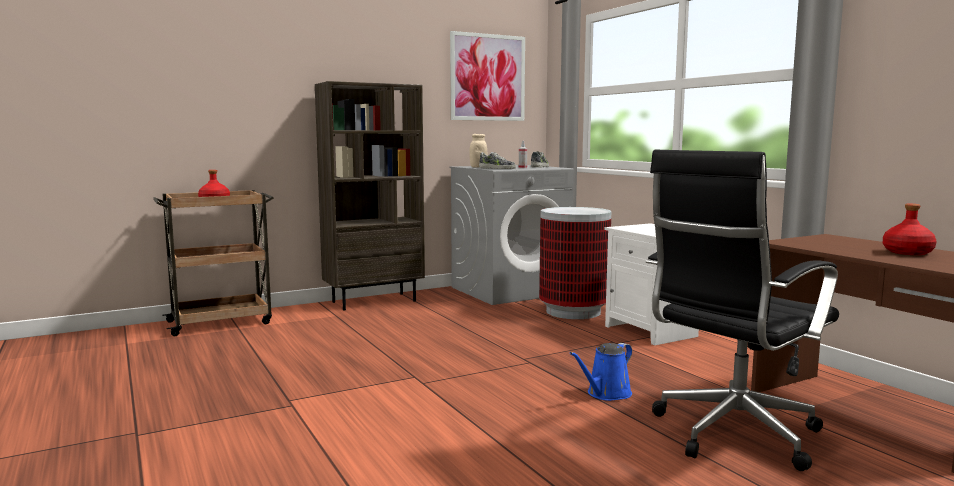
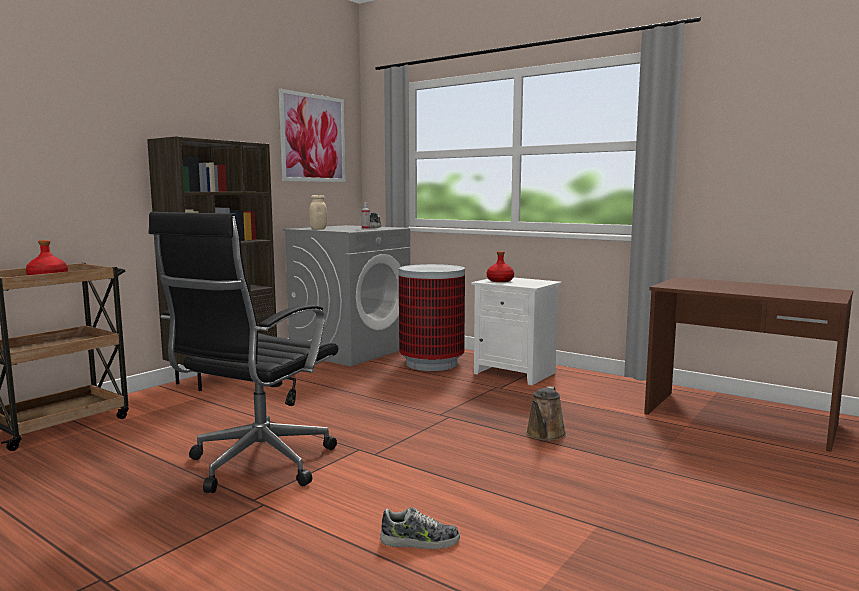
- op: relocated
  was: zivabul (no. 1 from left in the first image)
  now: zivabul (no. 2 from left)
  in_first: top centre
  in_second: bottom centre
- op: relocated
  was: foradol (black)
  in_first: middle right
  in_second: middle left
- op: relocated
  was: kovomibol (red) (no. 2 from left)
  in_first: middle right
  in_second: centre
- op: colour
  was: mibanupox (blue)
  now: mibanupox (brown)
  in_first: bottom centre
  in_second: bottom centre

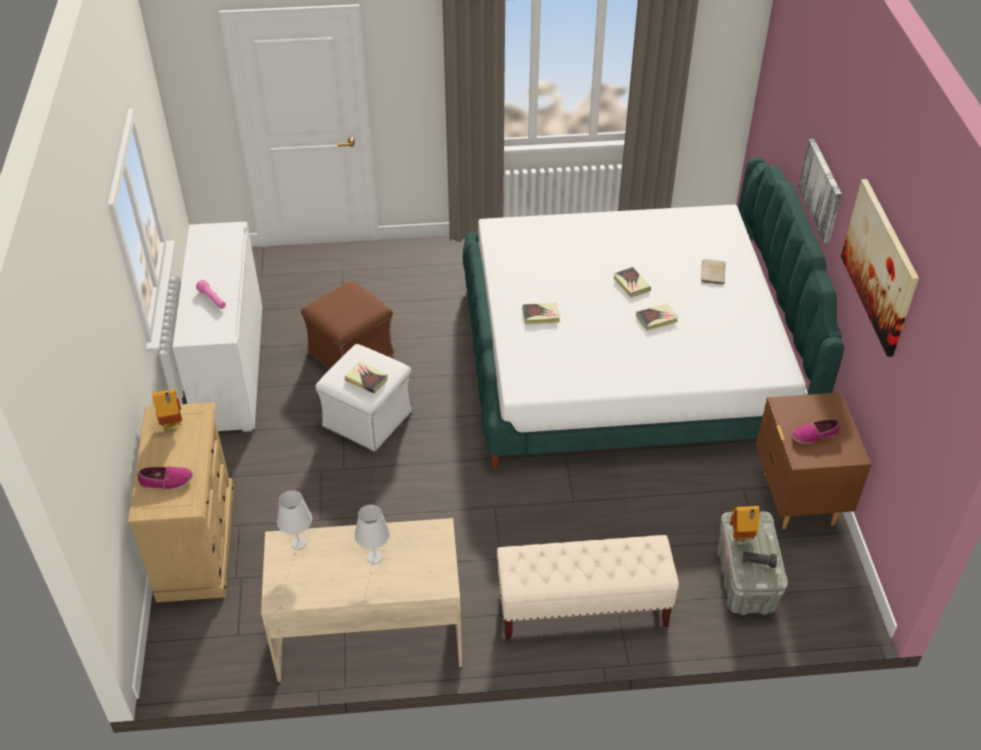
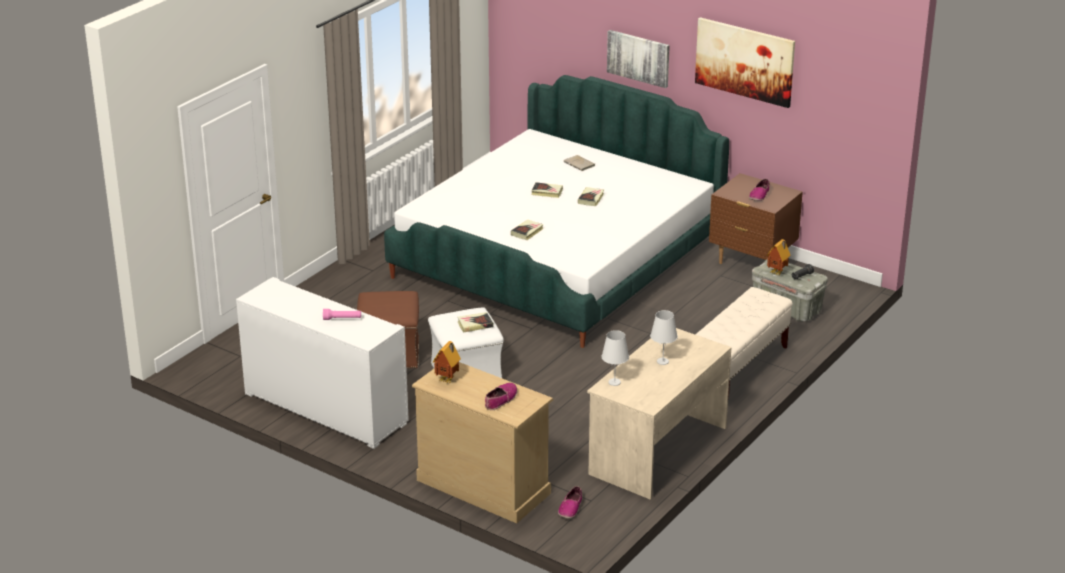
- op: appeared
  now: zivabul (no. 2 from left)
  in_second: bottom centre

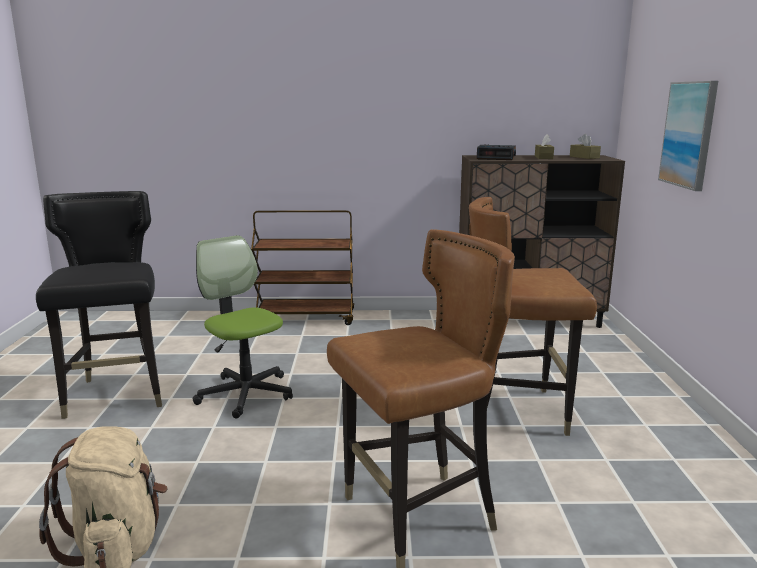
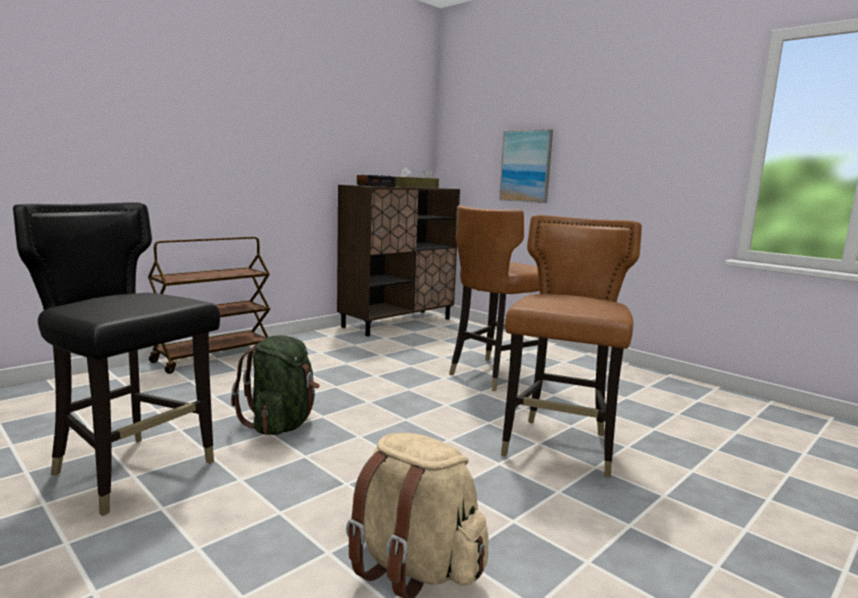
- op: exchanged
  was: foradol
  now: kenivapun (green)
  in_first: middle left
  in_second: middle left

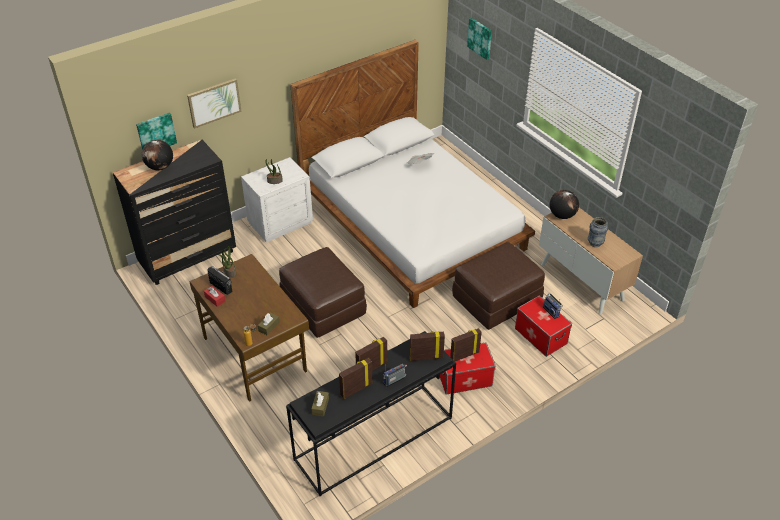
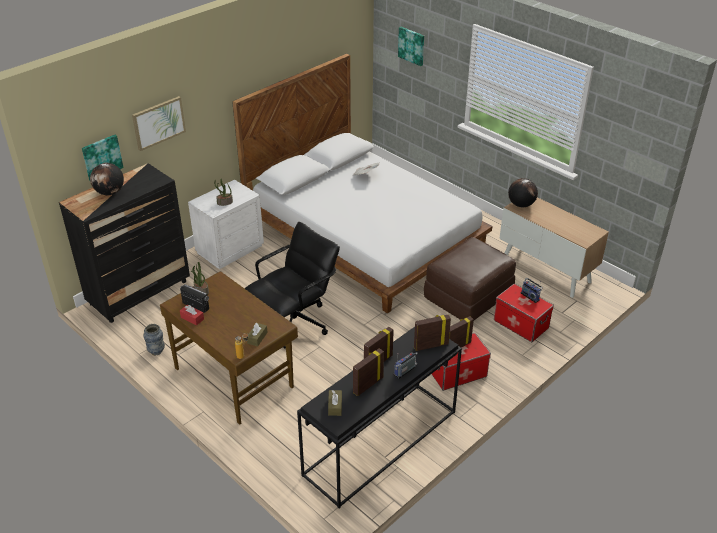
- op: relocated
  was: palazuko
  in_first: middle right
  in_second: middle left
- op: exchanged
  was: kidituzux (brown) (no. 1 from left)
  now: foradol (black)
  in_first: centre
  in_second: centre

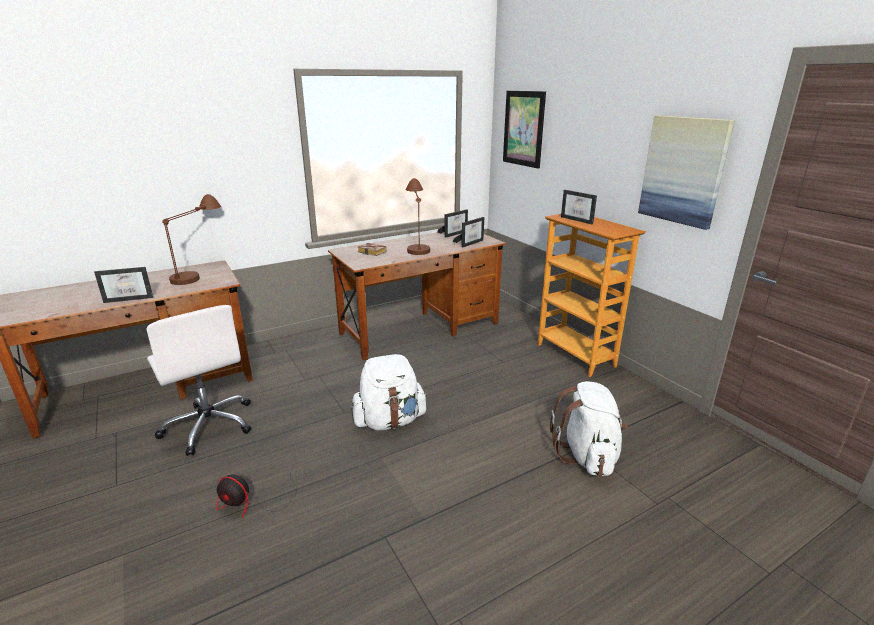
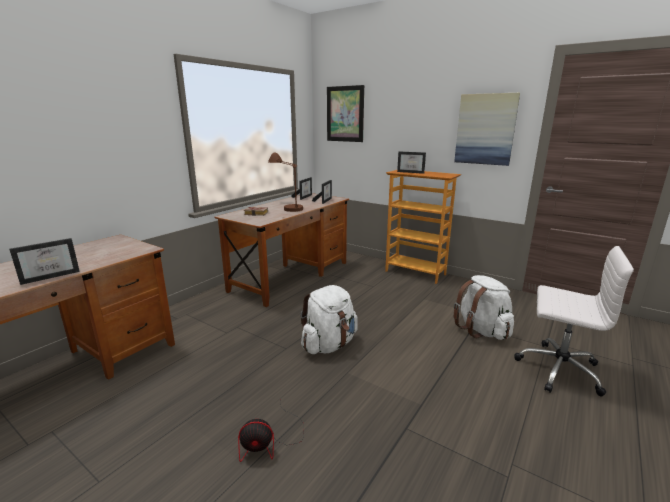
- op: missing
  was: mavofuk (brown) (no. 1 from left)
  in_first: middle left
- op: relocated
  was: foradol (white)
  in_first: middle left
  in_second: middle right

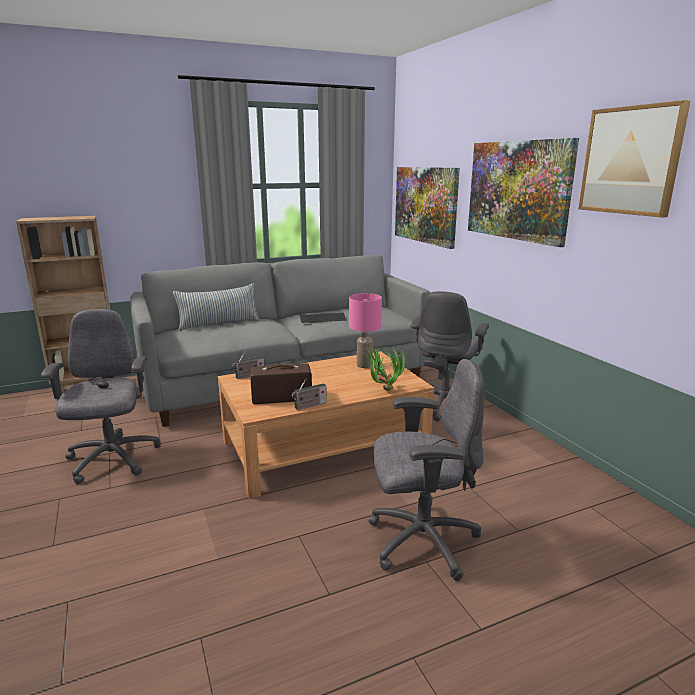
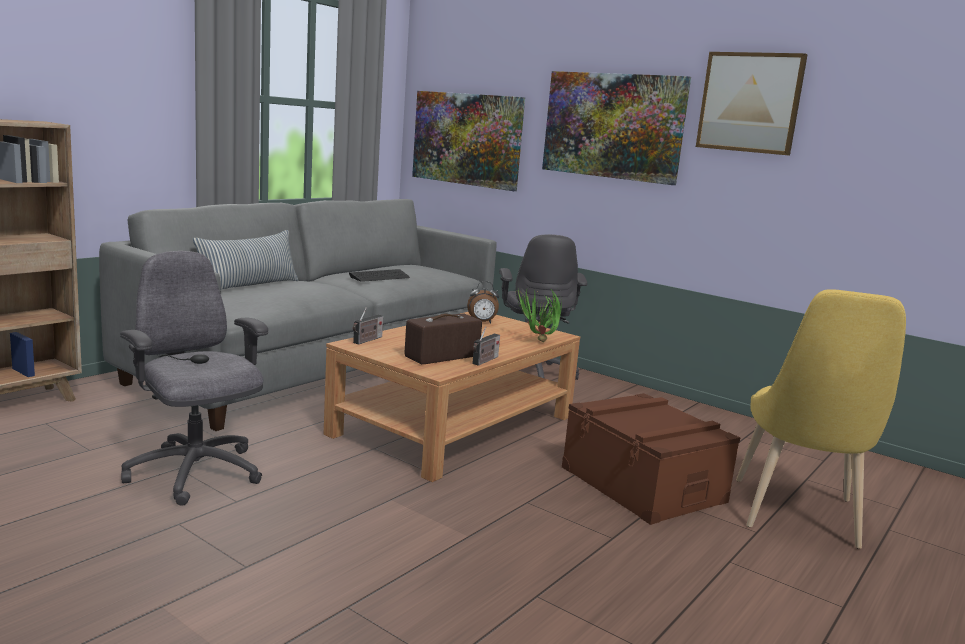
- op: appeared
  now: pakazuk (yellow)
  in_second: middle right
- op: exchanged
  was: mavofuk (pink)
  now: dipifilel
  in_first: centre
  in_second: centre
- op: exchanged
  was: foradol (grey) (no. 2 from left)
  now: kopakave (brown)
  in_first: bottom centre
  in_second: bottom right

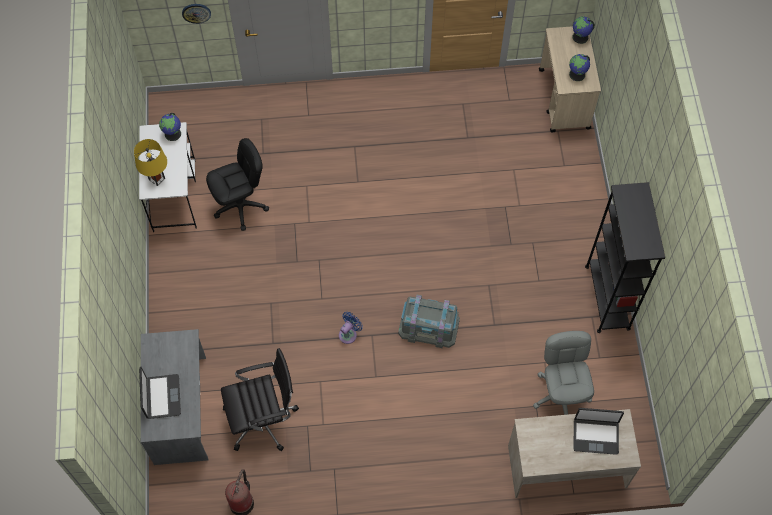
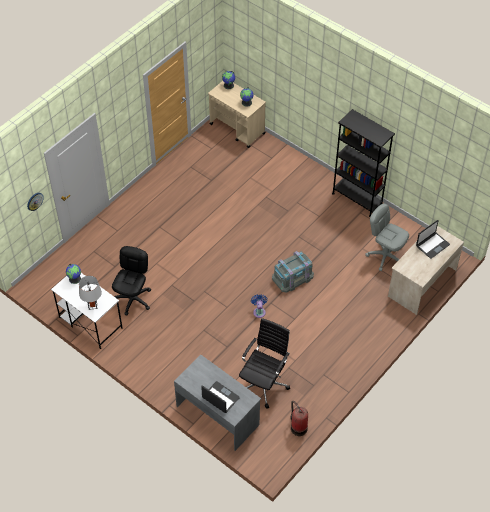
- op: colour
  was: mavofuk (yellow)
  now: mavofuk (grey)
  in_first: top left
  in_second: middle left

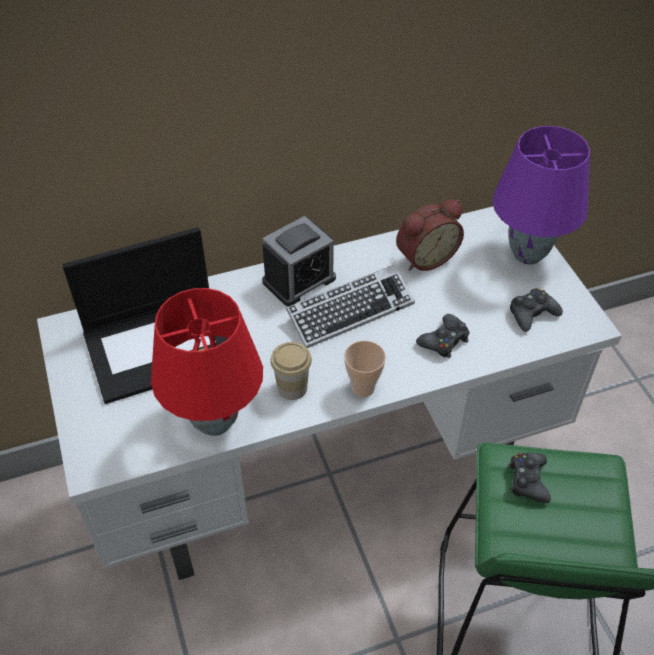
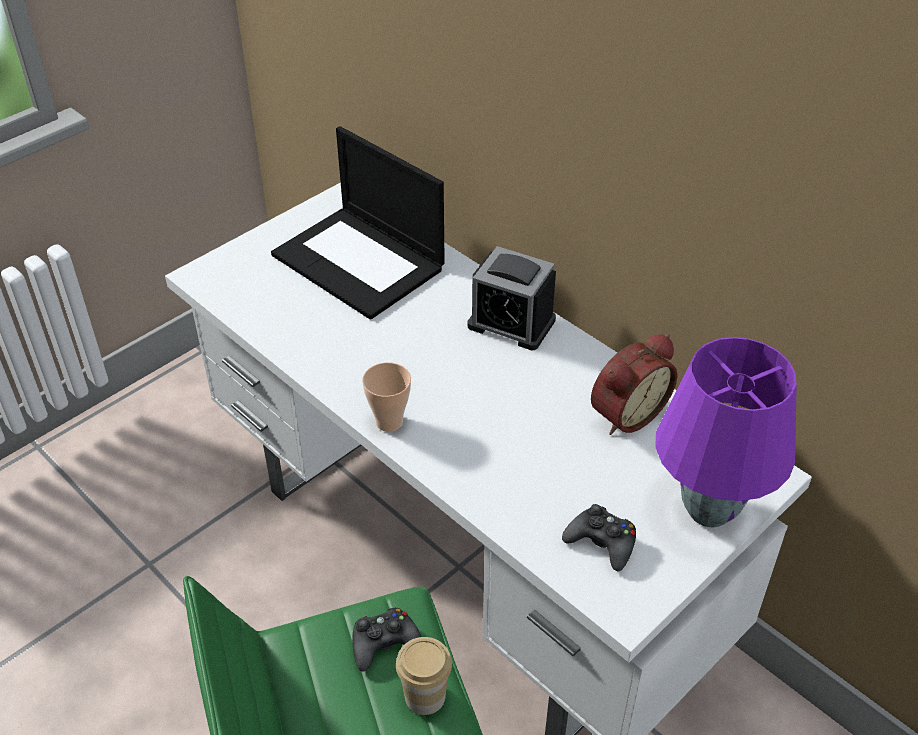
- op: missing
  was: mavofuk (red)
  in_first: middle left
- op: missing
  was: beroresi
  in_first: centre
- op: missing
  was: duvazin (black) (no. 1 from left)
  in_first: middle right
- op: relocated
  was: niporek (no. 1 from left in the first image)
  now: niporek (no. 2 from left)
  in_first: centre
  in_second: bottom centre
- op: spun
  was: dipifilel (no. 2 from left)
  in_first: centre
  in_second: middle right
  clockwise: -75

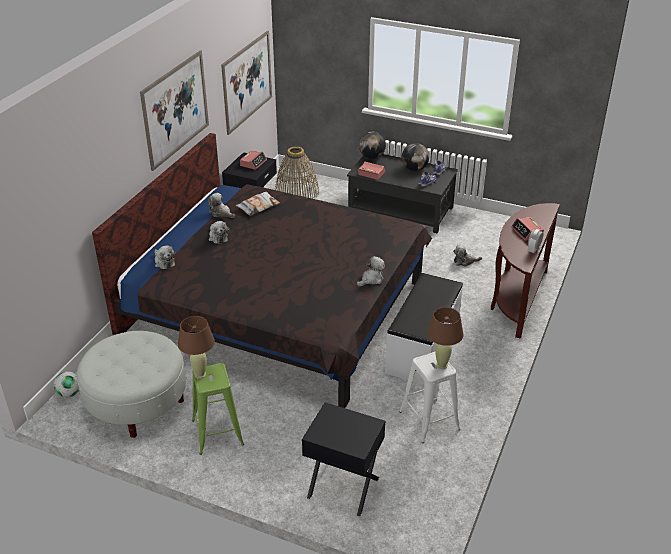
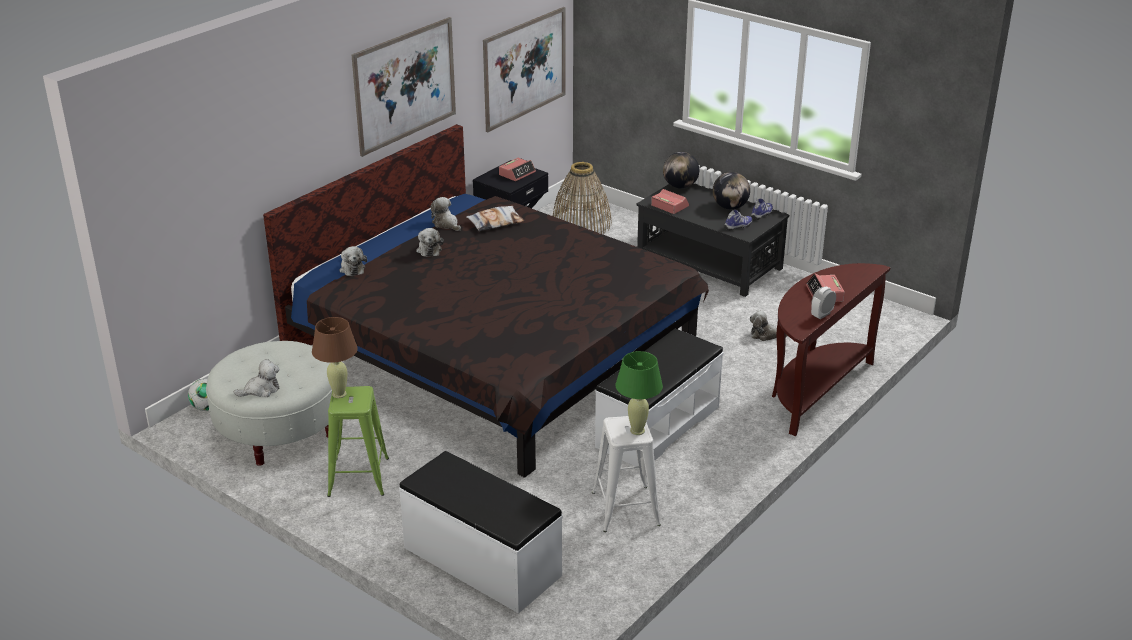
- op: relocated
  was: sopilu (no. 4 from left in the first image)
  now: sopilu (no. 1 from left)
  in_first: centre
  in_second: middle left
- op: exchanged
  was: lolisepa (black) (no. 2 from left)
  now: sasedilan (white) (no. 1 from left)
  in_first: bottom centre
  in_second: bottom centre
- op: colour
  was: mavofuk (brown) (no. 2 from left)
  now: mavofuk (green)
  in_first: centre
  in_second: centre

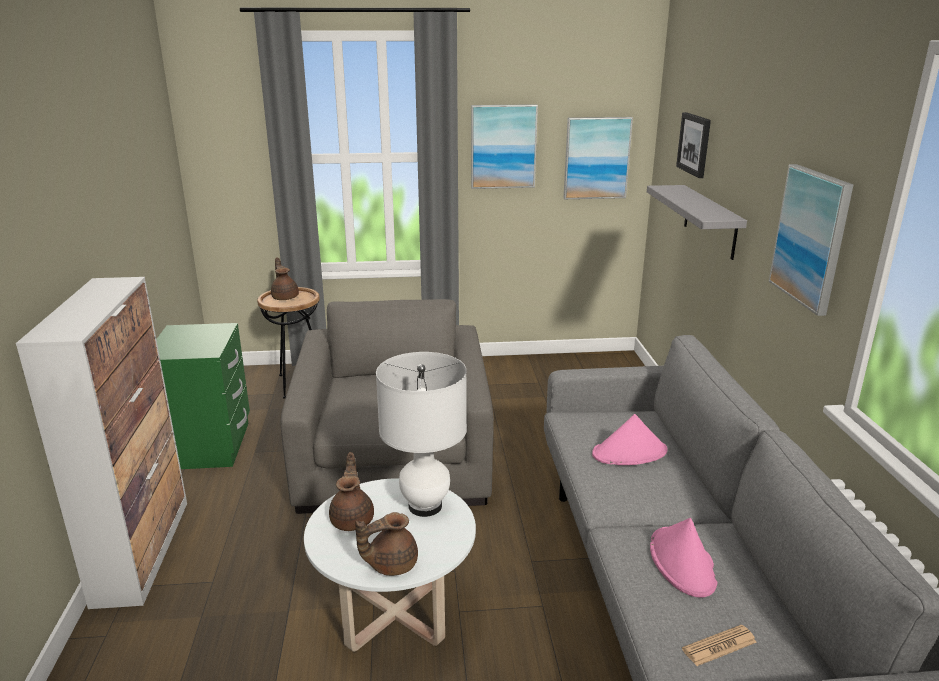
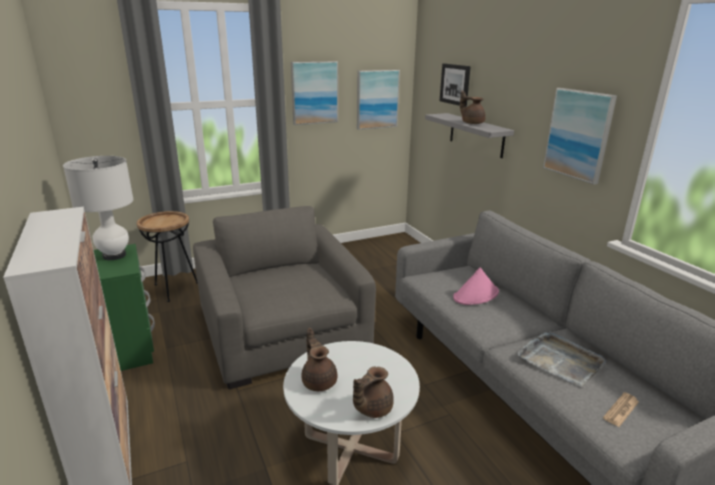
- op: relocated
  was: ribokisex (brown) (no. 1 from left in the first image)
  now: ribokisex (brown) (no. 3 from left)
  in_first: middle left
  in_second: top centre
- op: relocated
  was: mavofuk (white)
  in_first: centre
  in_second: middle left
- op: exchanged
  was: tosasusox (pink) (no. 2 from left)
  now: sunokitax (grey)
  in_first: bottom right
  in_second: bottom right

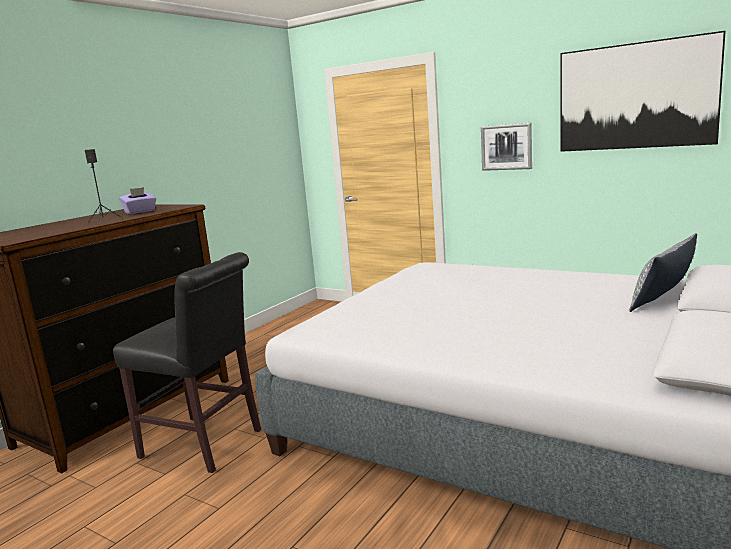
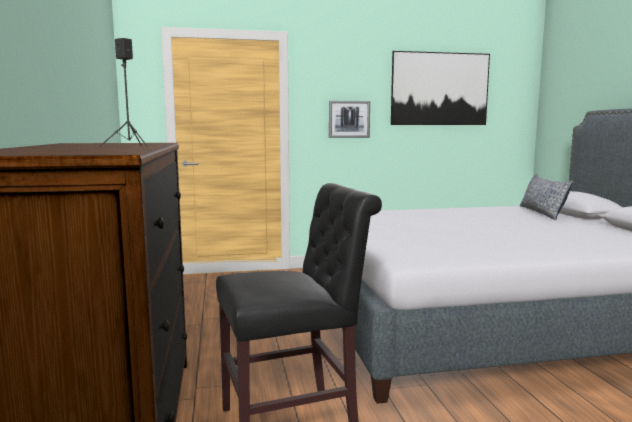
- op: missing
  was: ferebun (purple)
  in_first: middle left

